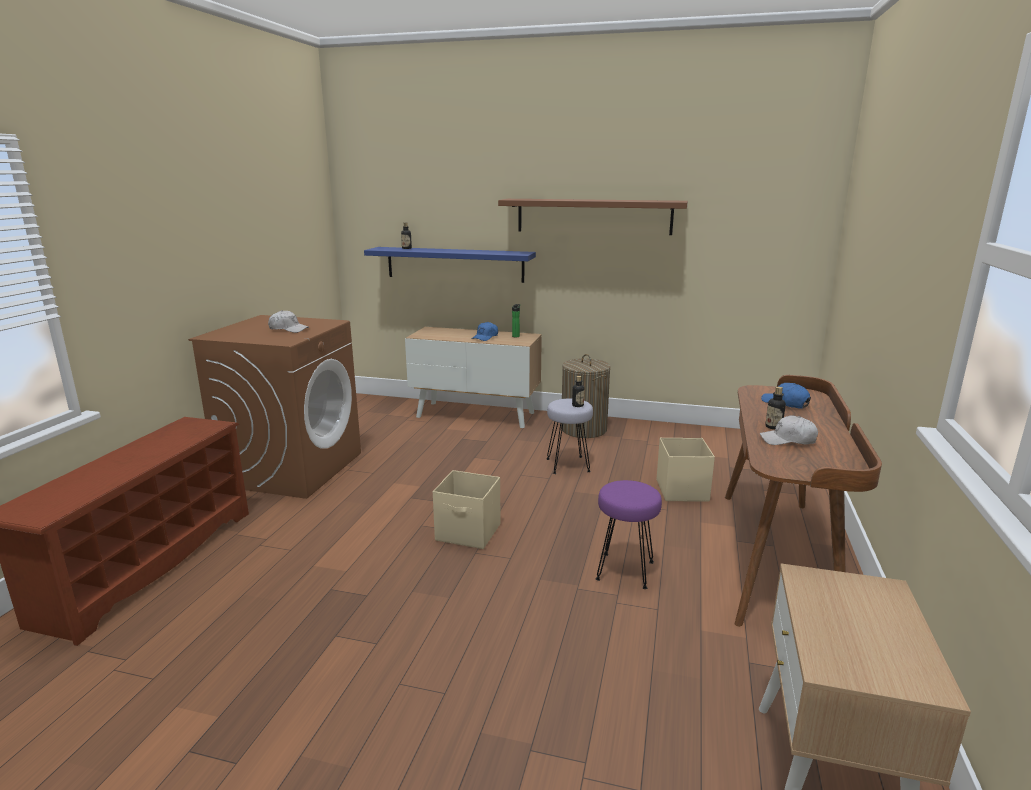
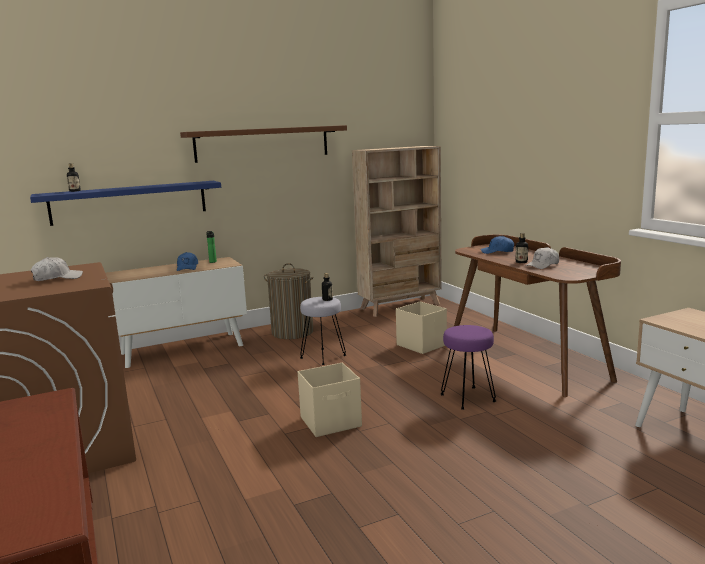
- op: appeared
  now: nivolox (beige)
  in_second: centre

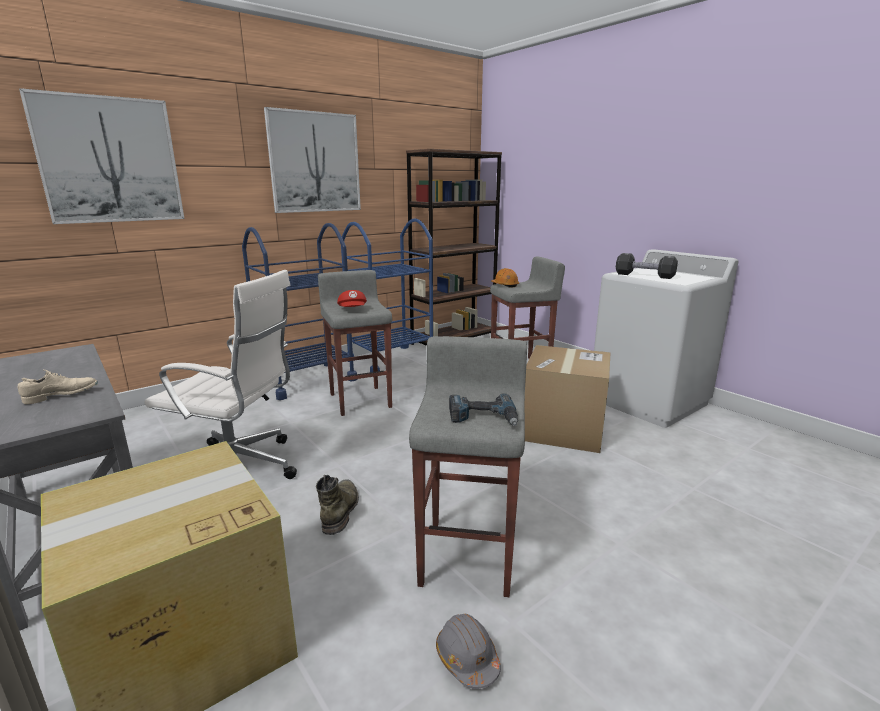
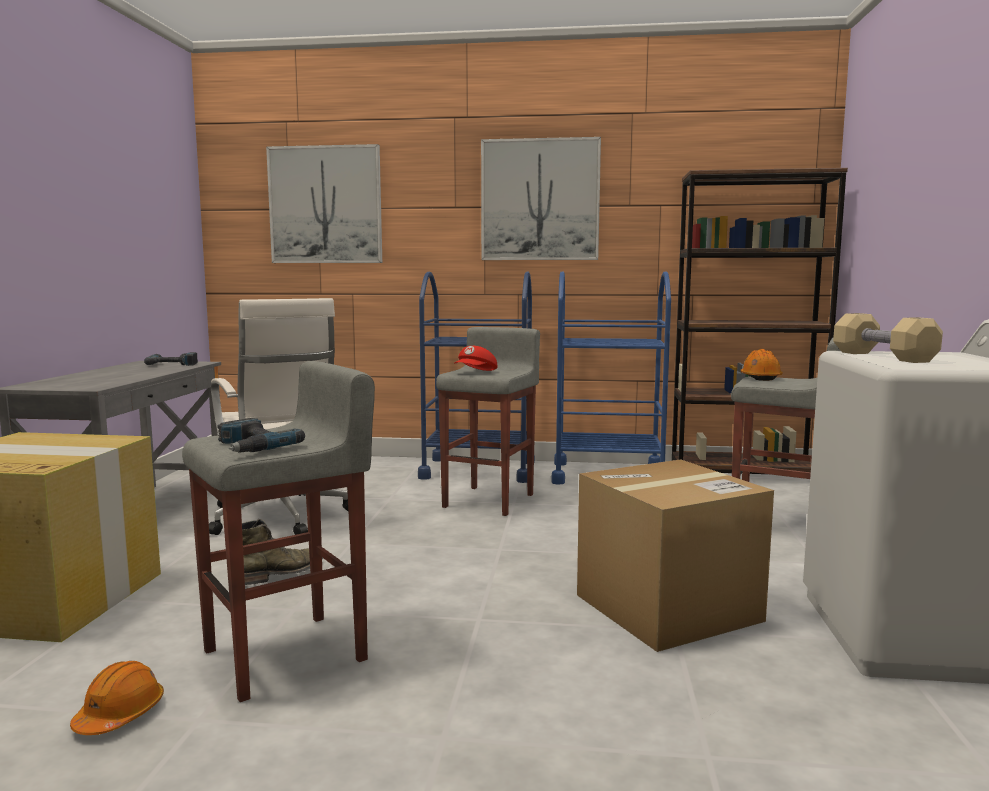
- op: missing
  was: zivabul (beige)
  in_first: middle left
- op: appeared
  now: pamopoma (no. 1 from left)
  in_second: middle left
- op: colour
  was: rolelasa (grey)
  now: rolelasa (orange) (no. 1 from left)
  in_first: bottom centre
  in_second: bottom left
- op: colour
  was: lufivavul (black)
  now: lufivavul (beige)
  in_first: middle right
  in_second: middle right

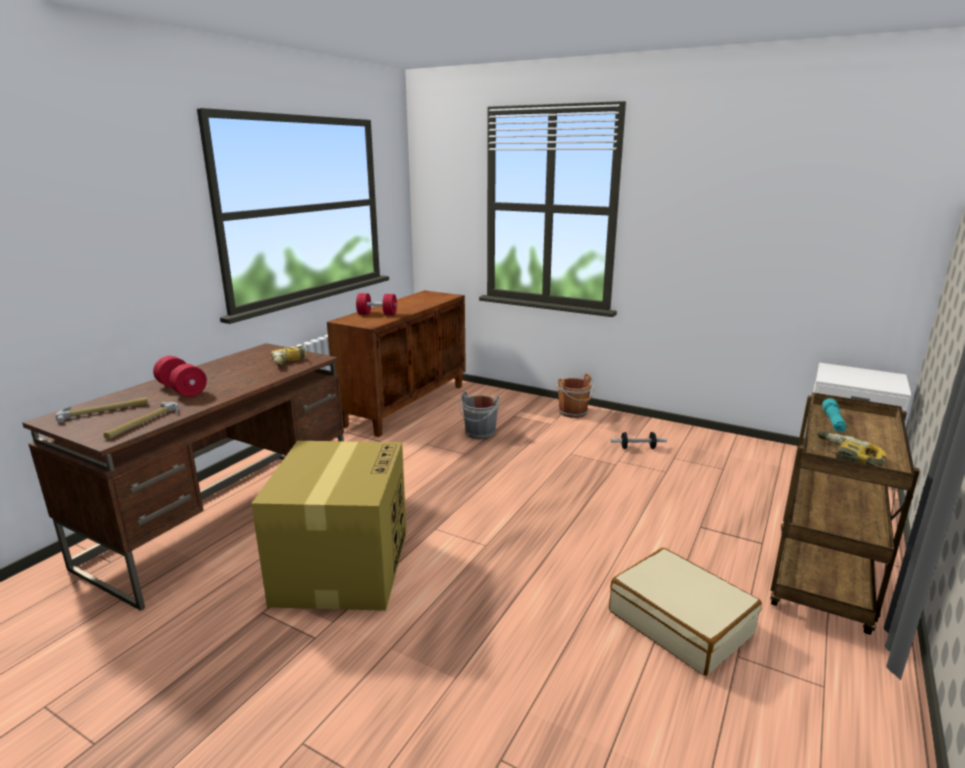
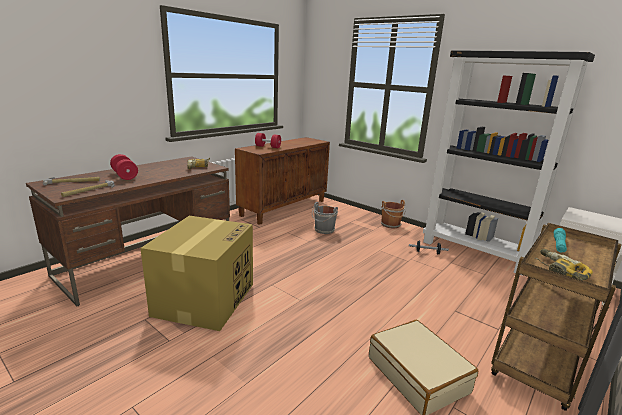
- op: appeared
  now: nivolox (black)
  in_second: middle right

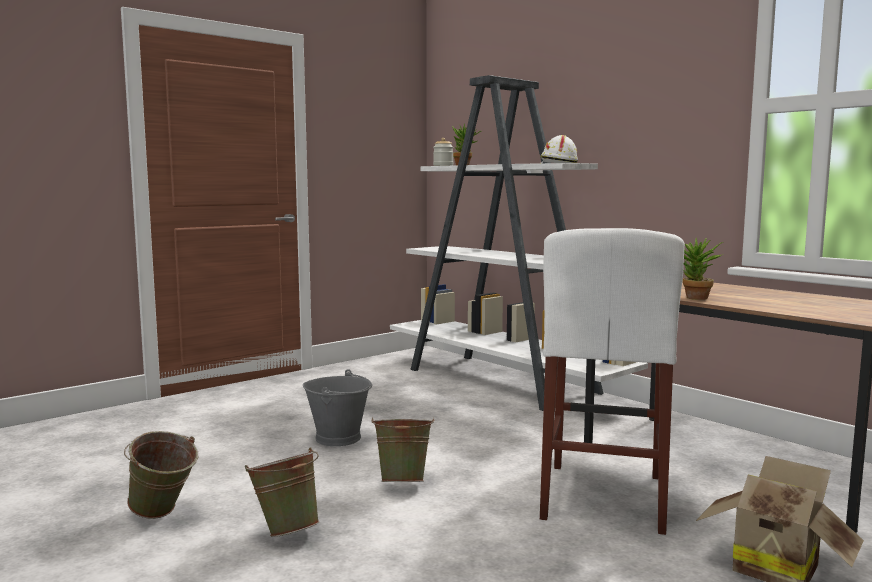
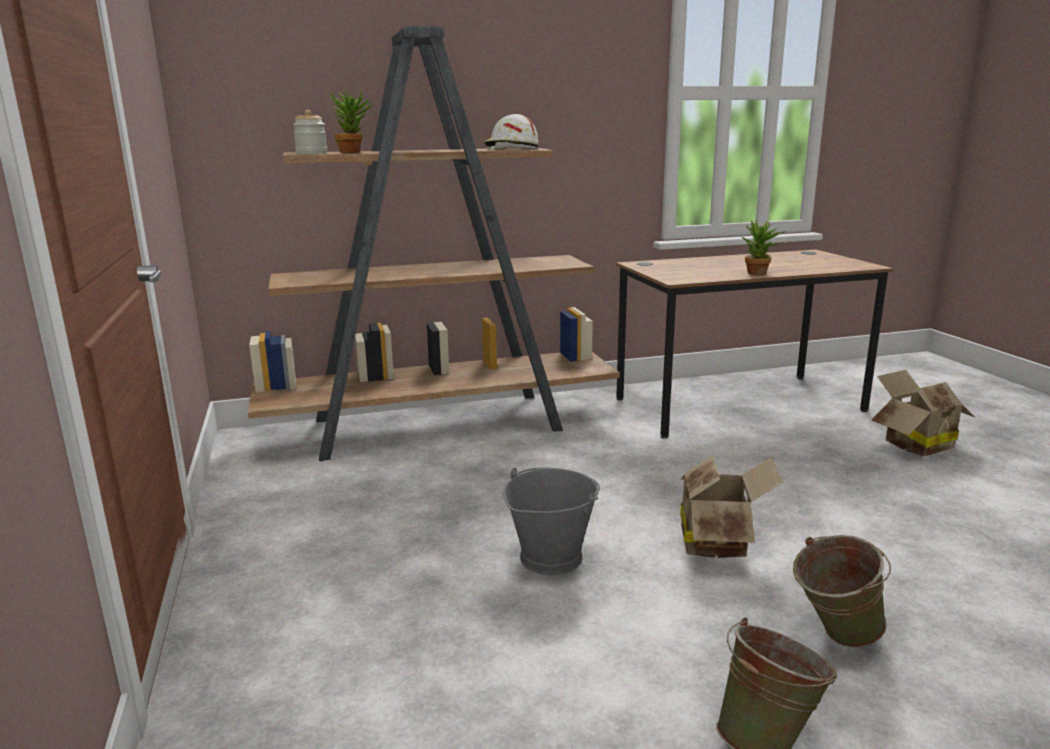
- op: missing
  was: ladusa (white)
  in_first: middle right
- op: exchanged
  was: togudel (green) (no. 3 from left)
  now: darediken (no. 1 from left)
  in_first: bottom centre
  in_second: bottom right
- op: colour
  was: nivolox (white)
  now: nivolox (brown)
  in_first: centre
  in_second: top centre

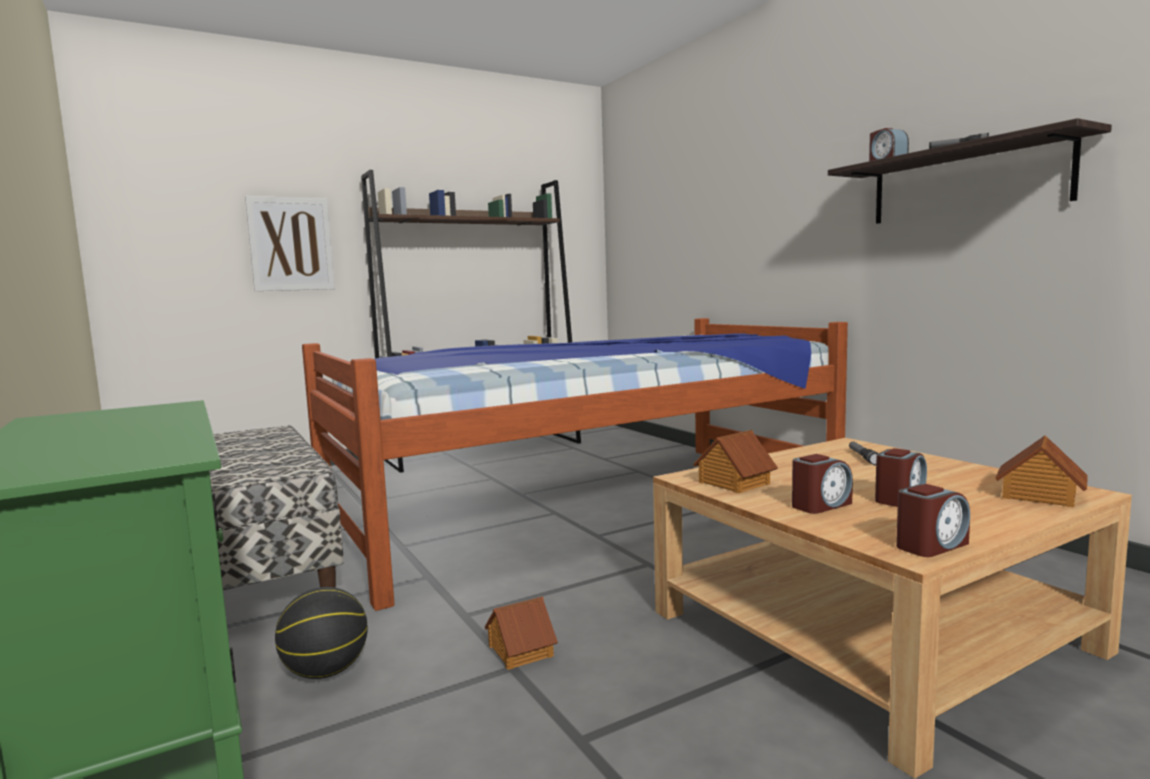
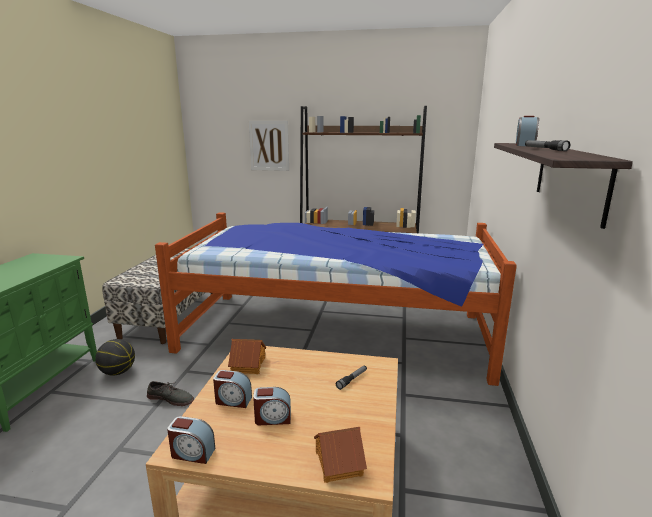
- op: exchanged
  was: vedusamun (no. 1 from left)
  now: zivabul (grey)
  in_first: bottom centre
  in_second: bottom left

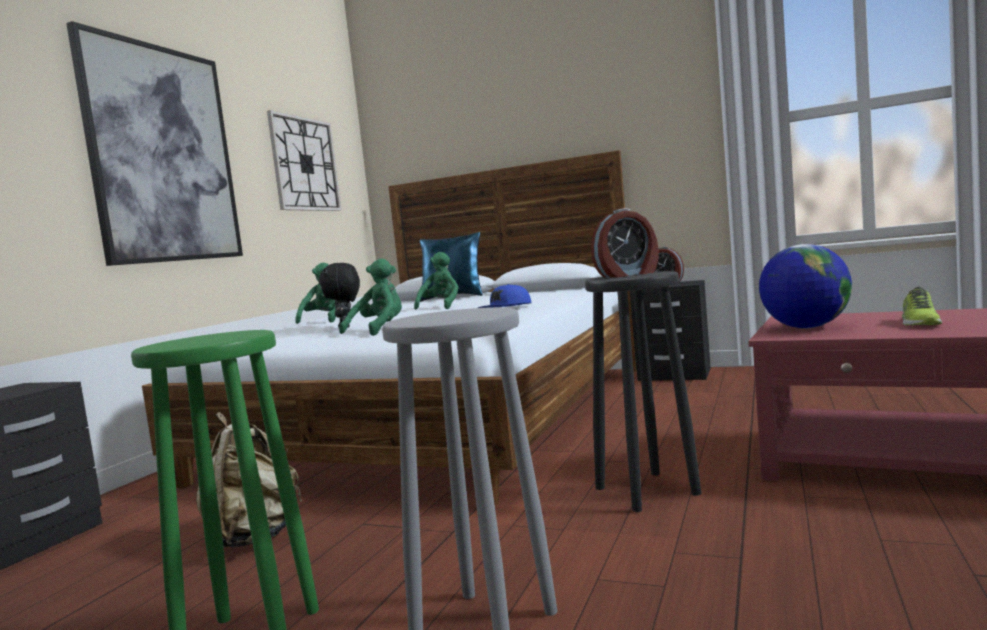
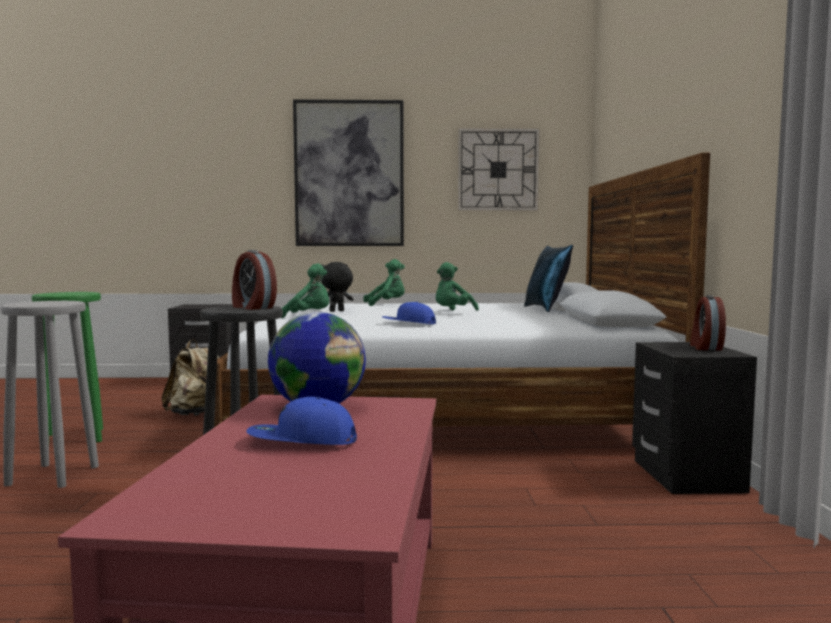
- op: exchanged
  was: zivabul
  now: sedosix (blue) (no. 1 from left)
  in_first: middle right
  in_second: bottom centre
- op: spun
  was: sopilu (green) (no. 3 from left)
  in_first: centre
  in_second: centre
  clockwise: 135

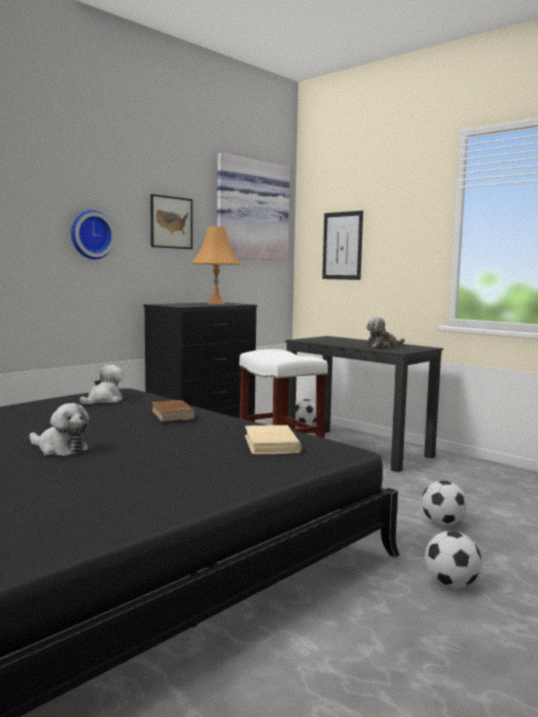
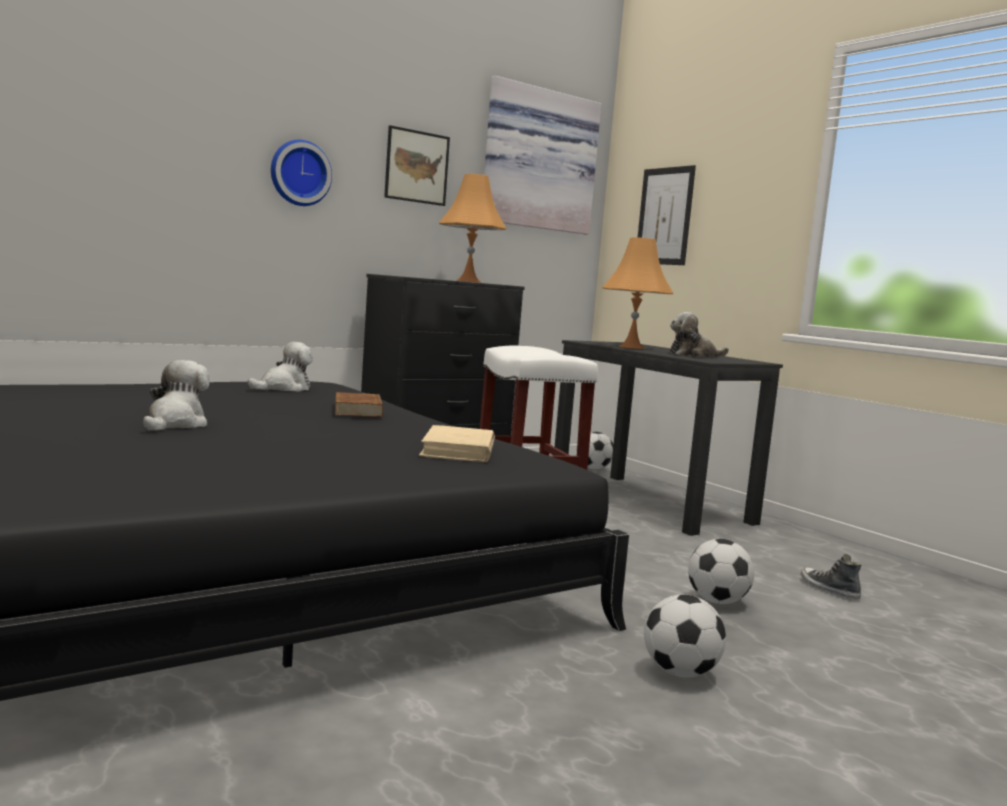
- op: appeared
  now: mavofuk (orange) (no. 2 from left)
  in_second: centre
- op: appeared
  now: zivabul
  in_second: bottom right
- op: spun
  was: sopilu (no. 1 from left)
  in_first: middle left
  in_second: middle left
  clockwise: -120

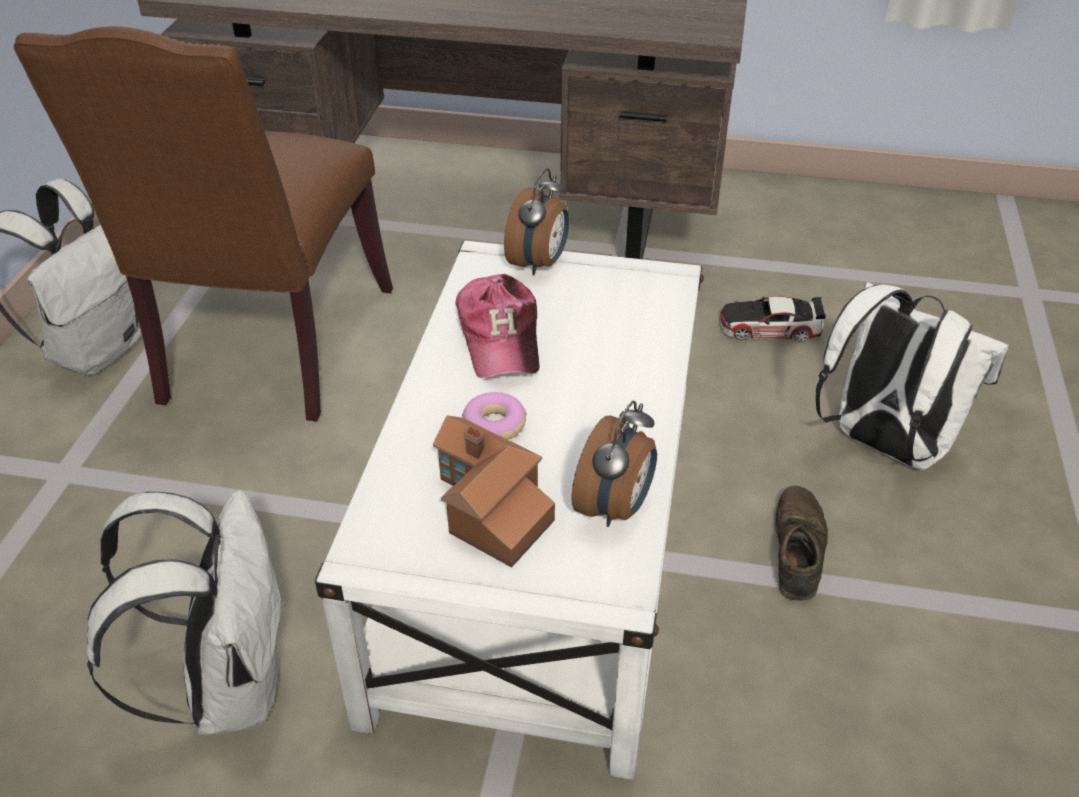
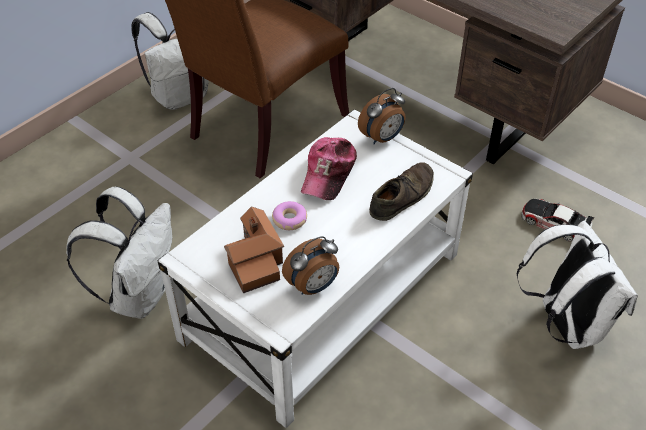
- op: relocated
  was: zivabul (brown)
  in_first: bottom right
  in_second: centre

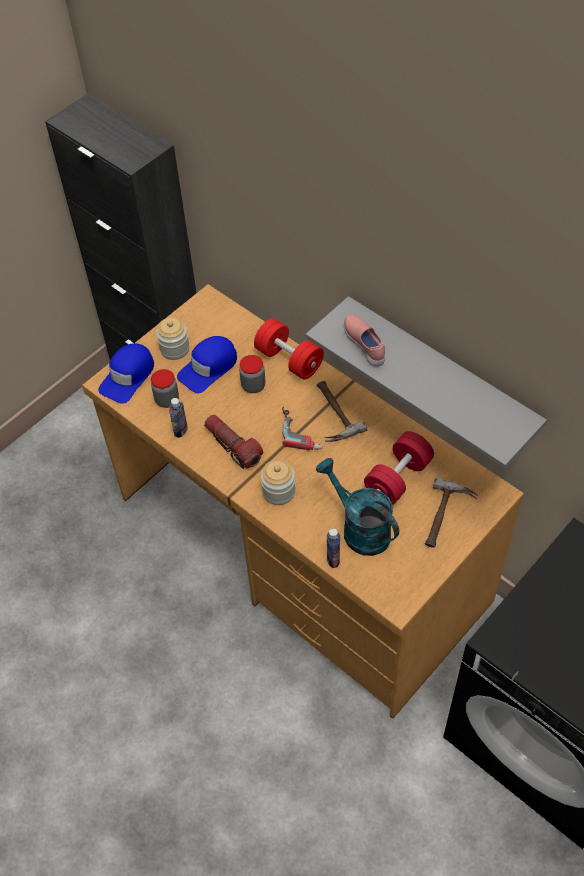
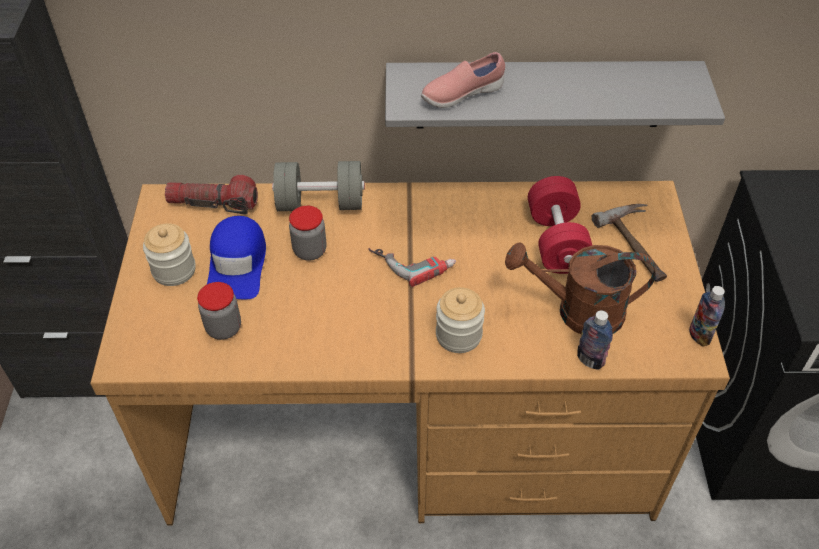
- op: missing
  was: sedosix (blue) (no. 1 from left)
  in_first: middle left
- op: missing
  was: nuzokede (no. 1 from left)
  in_first: centre
- op: relocated
  was: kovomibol (no. 1 from left in the first image)
  now: kovomibol (no. 2 from left)
  in_first: middle left
  in_second: middle right
- op: relocated
  was: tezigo
  in_first: centre
  in_second: middle left
- op: colour
  was: lufivavul (red) (no. 1 from left)
  now: lufivavul (grey)
  in_first: centre
  in_second: centre
- op: colour
  was: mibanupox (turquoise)
  now: mibanupox (brown)
  in_first: centre
  in_second: middle right
- op: spun
  was: zivabul (pink)
  in_first: centre
  in_second: top centre
  clockwise: -45

